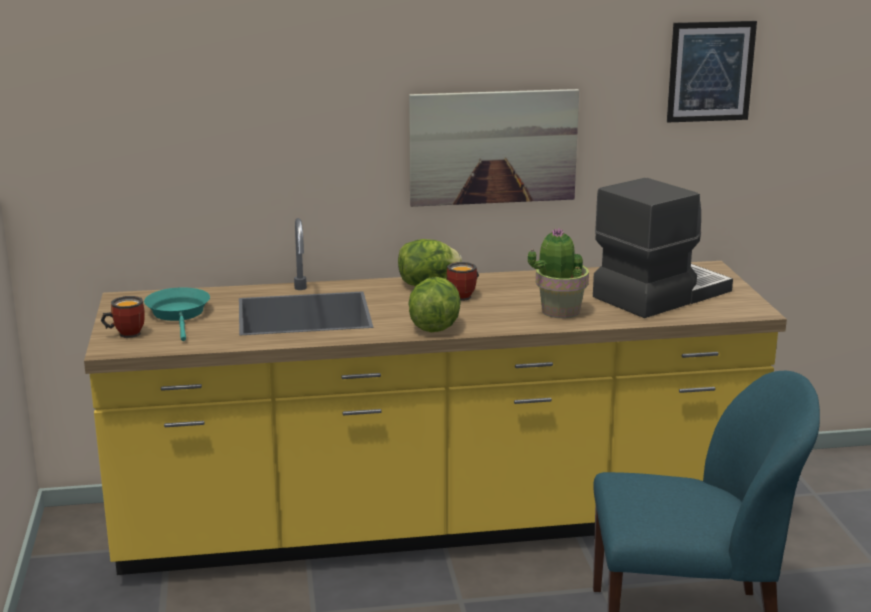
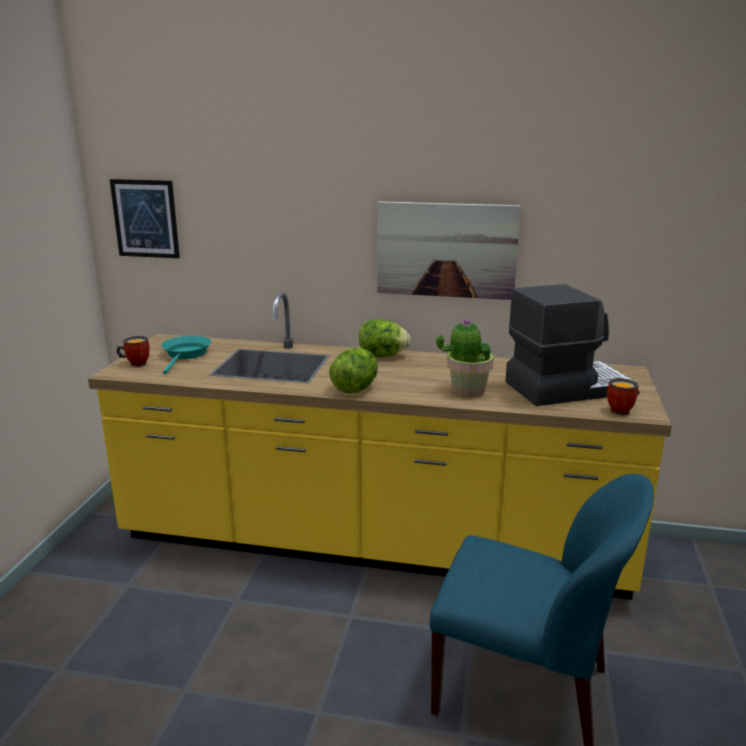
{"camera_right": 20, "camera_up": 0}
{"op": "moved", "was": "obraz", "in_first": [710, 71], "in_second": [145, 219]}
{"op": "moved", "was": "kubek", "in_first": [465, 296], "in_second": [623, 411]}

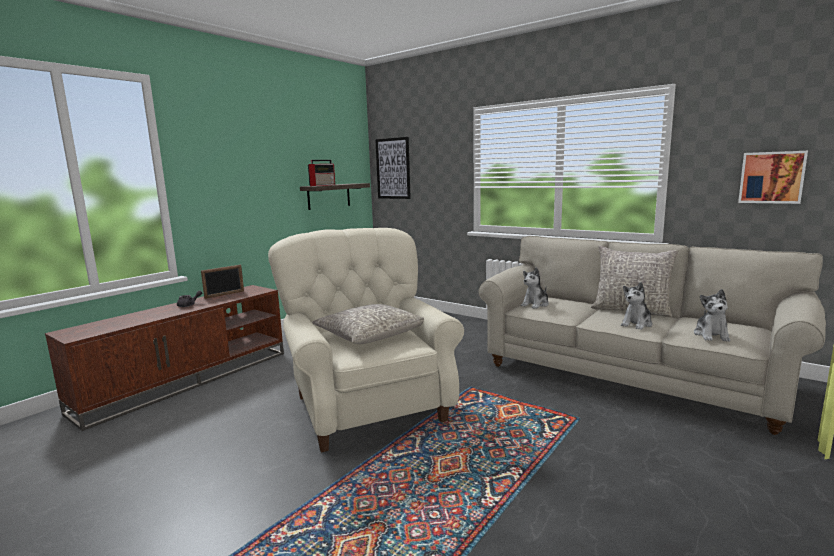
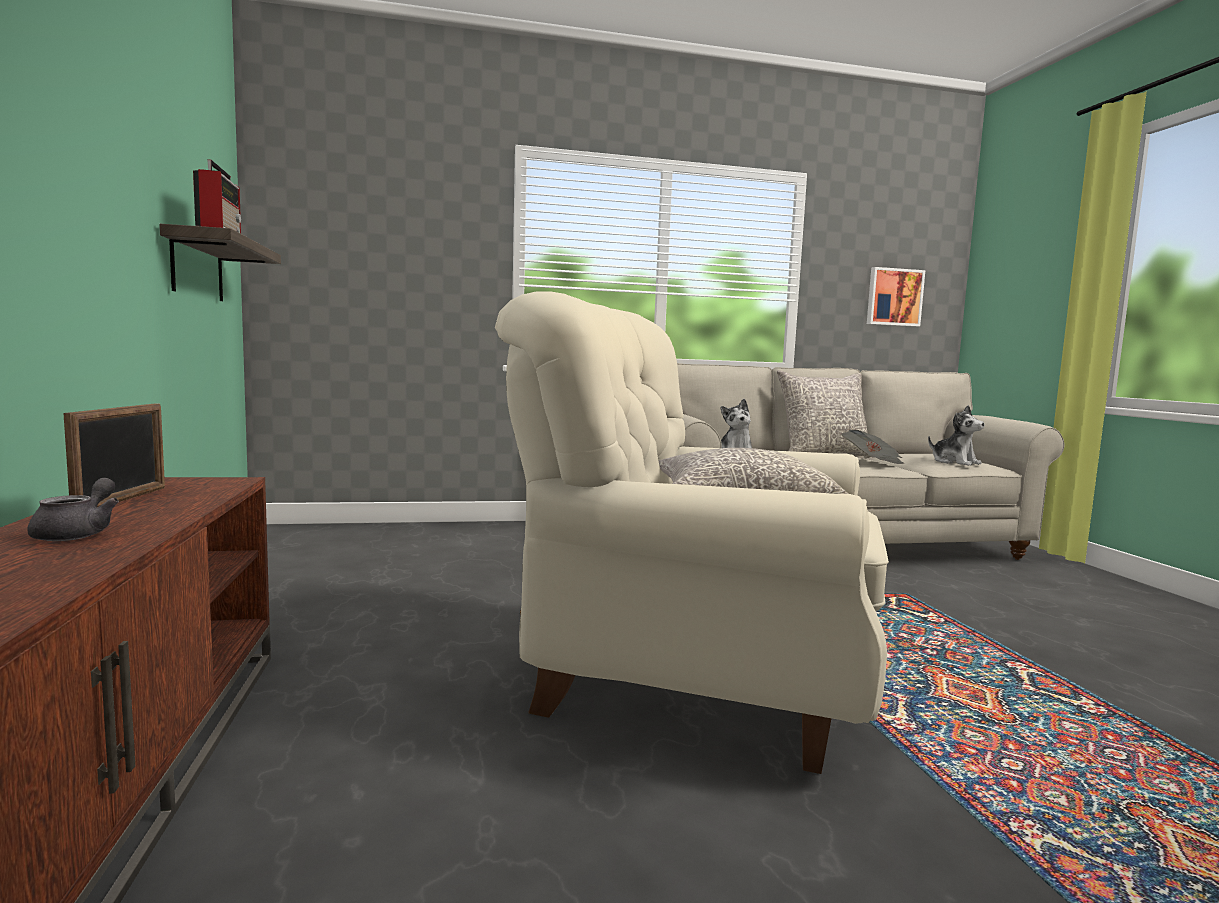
{"camera_right": -50, "camera_up": -5}
{"op": "removed", "was": "obraz", "in_first": [393, 168]}
{"op": "replaced", "was": "pluszak", "now": "gazeta", "in_first": [636, 324], "in_second": [873, 464]}

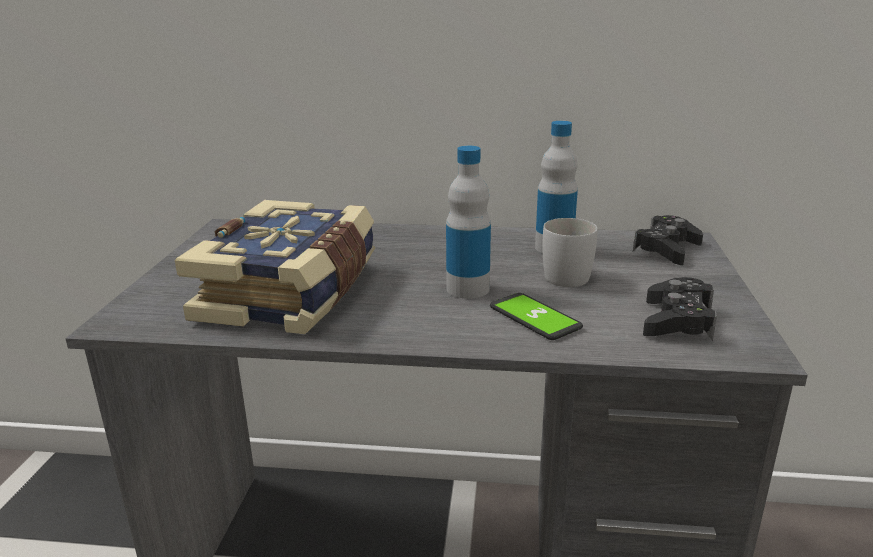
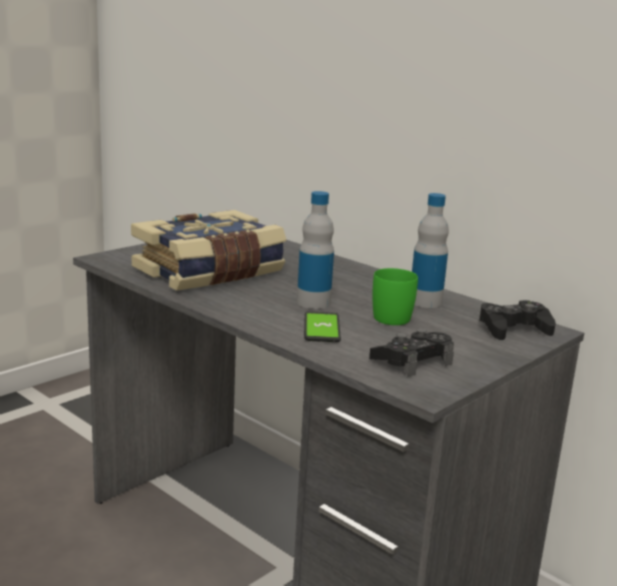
{"camera_right": 35, "camera_up": -5}
{"op": "recoloured", "was": "kubek (biały)", "now": "kubek (zielony)", "in_first": [564, 274], "in_second": [396, 316]}

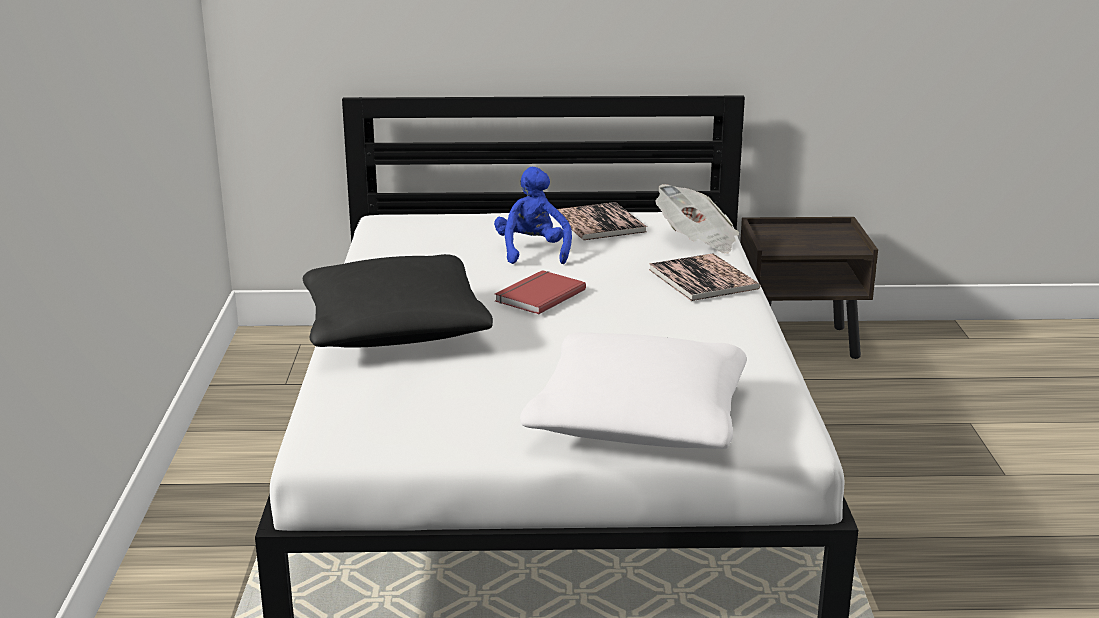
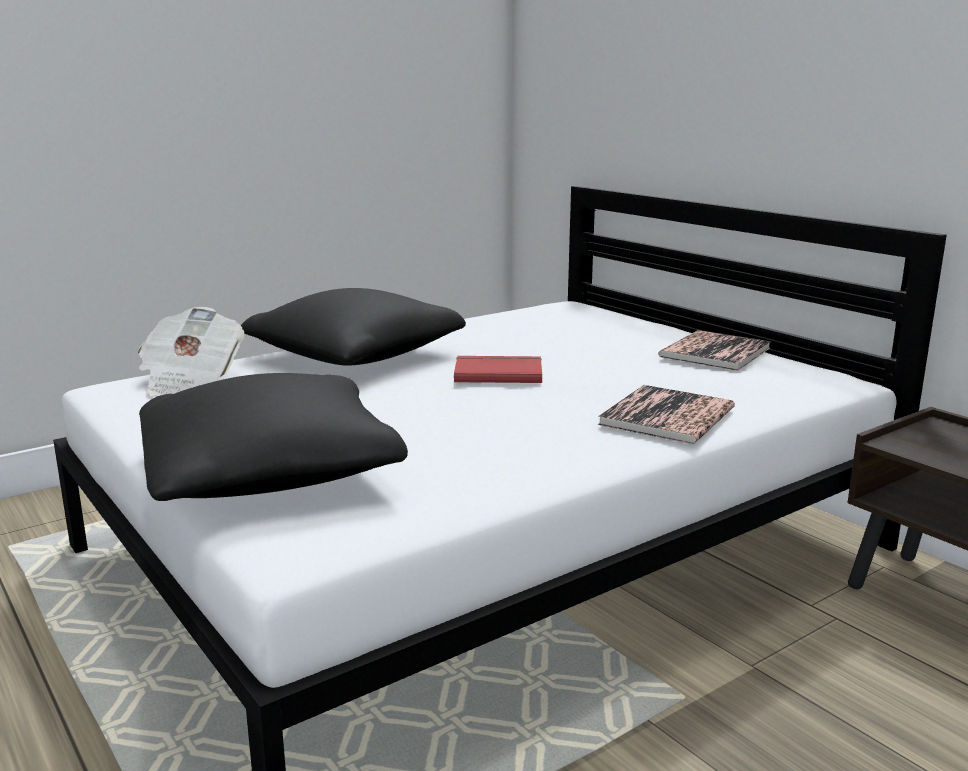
{"camera_right": 55, "camera_up": -5}
{"op": "removed", "was": "pluszak (niebieski)", "in_first": [533, 252]}
{"op": "moved", "was": "gazeta", "in_first": [697, 241], "in_second": [190, 380]}
{"op": "recoloured", "was": "poduszka (biały)", "now": "poduszka (czarny)", "in_first": [639, 420], "in_second": [270, 472]}

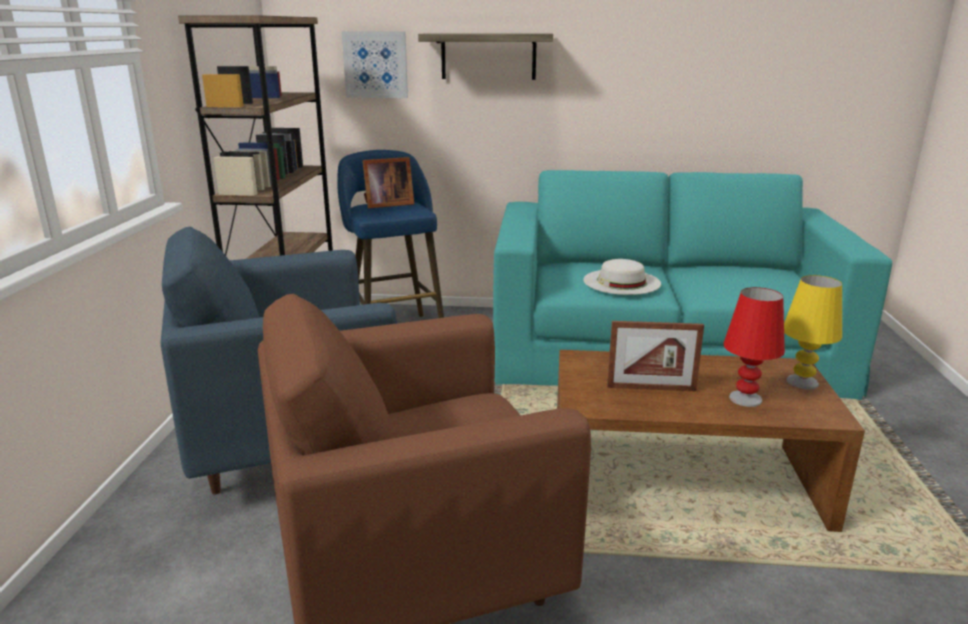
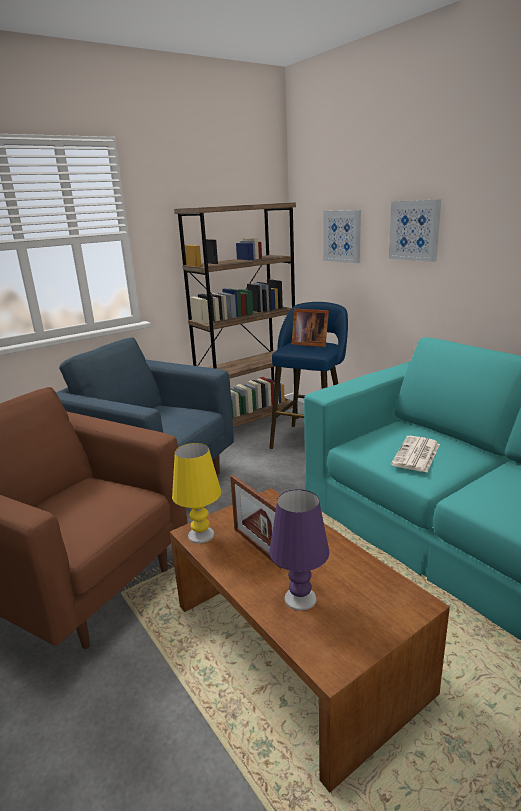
{"camera_right": 50, "camera_up": 0}
{"op": "replaced", "was": "półka", "now": "obraz", "in_first": [488, 56], "in_second": [414, 230]}
{"op": "replaced", "was": "kapelusz (biały)", "now": "gazeta", "in_first": [621, 282], "in_second": [416, 455]}
{"op": "moved", "was": "lampa stołowa (żółty)", "in_first": [802, 382], "in_second": [201, 535]}
{"op": "recoloured", "was": "lampa stołowa (czerwony)", "now": "lampa stołowa (fioletowy)", "in_first": [745, 399], "in_second": [300, 598]}

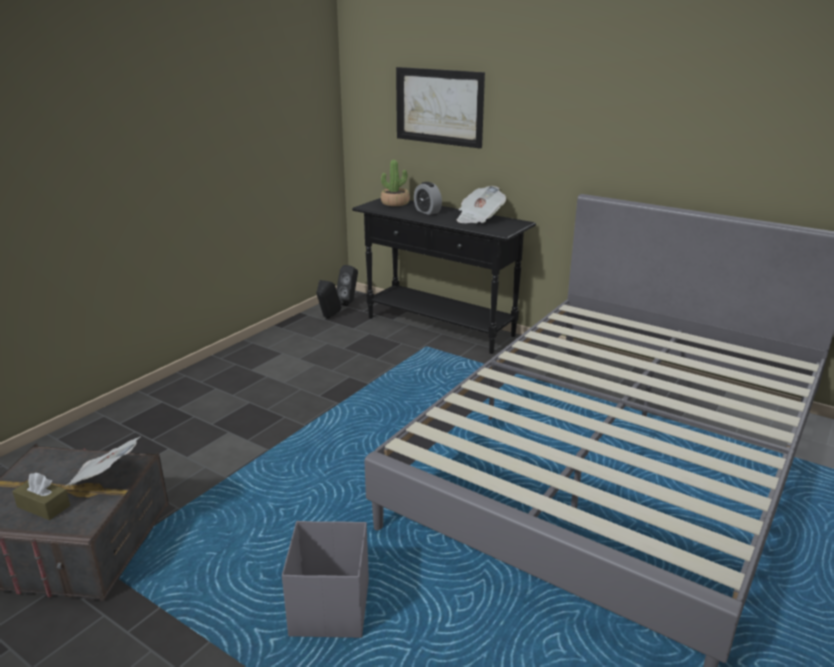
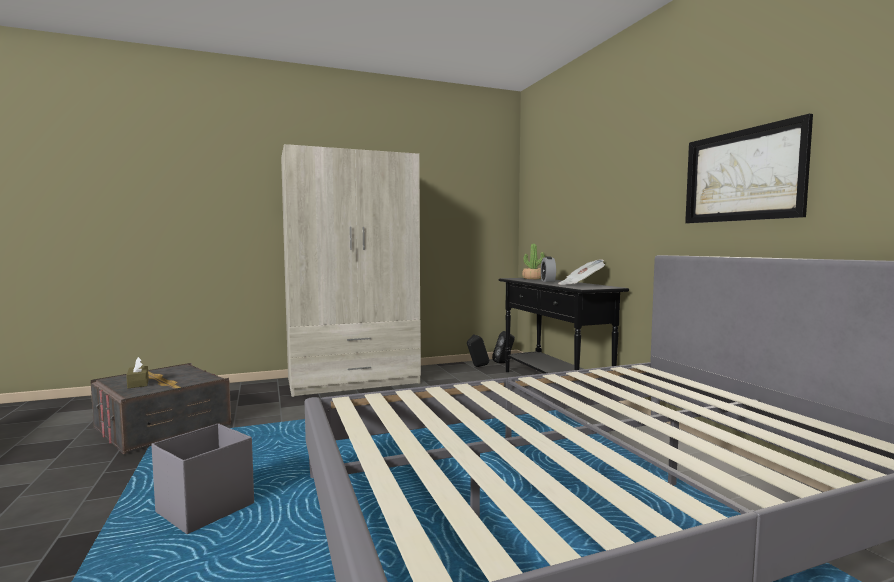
{"camera_right": 35, "camera_up": -20}
{"op": "moved", "was": "obraz", "in_first": [439, 106], "in_second": [742, 175]}
{"op": "removed", "was": "gazeta", "in_first": [107, 477]}
{"op": "added", "now": "szafa (beżowy)", "in_second": [353, 381]}

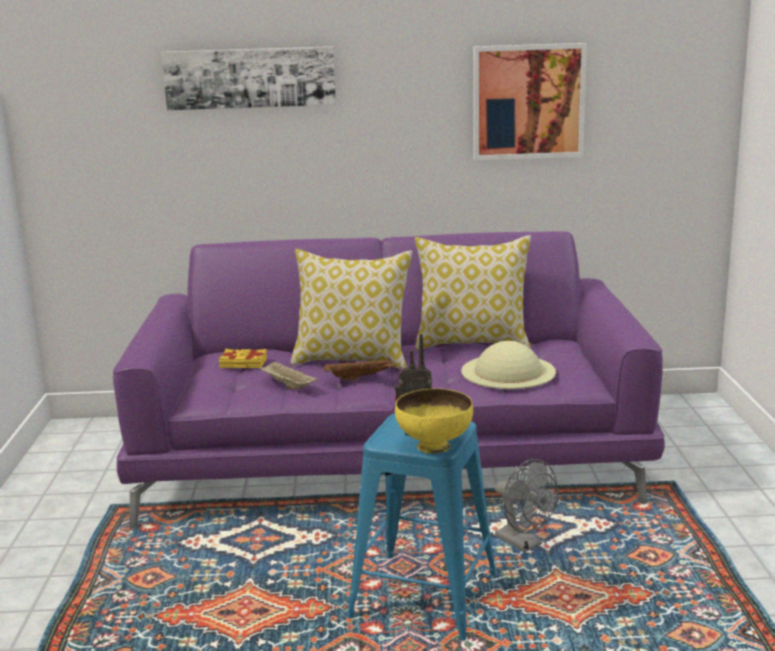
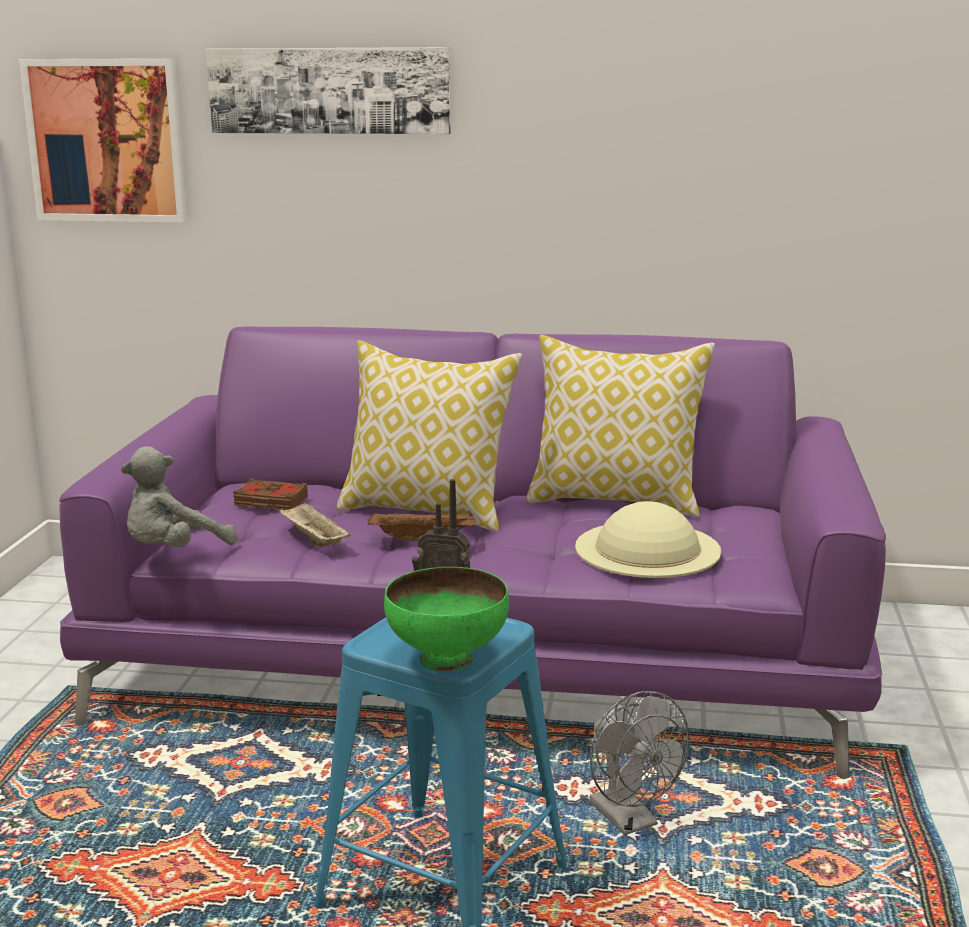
{"camera_right": 10, "camera_up": 0}
{"op": "moved", "was": "obraz", "in_first": [528, 102], "in_second": [107, 140]}
{"op": "recoloured", "was": "książka (żółty)", "now": "książka (brązowy)", "in_first": [243, 363], "in_second": [270, 502]}
{"op": "recoloured", "was": "miska (żółty)", "now": "miska (zielony)", "in_first": [434, 446], "in_second": [447, 660]}
{"op": "added", "now": "pluszak (szary)", "in_second": [174, 551]}

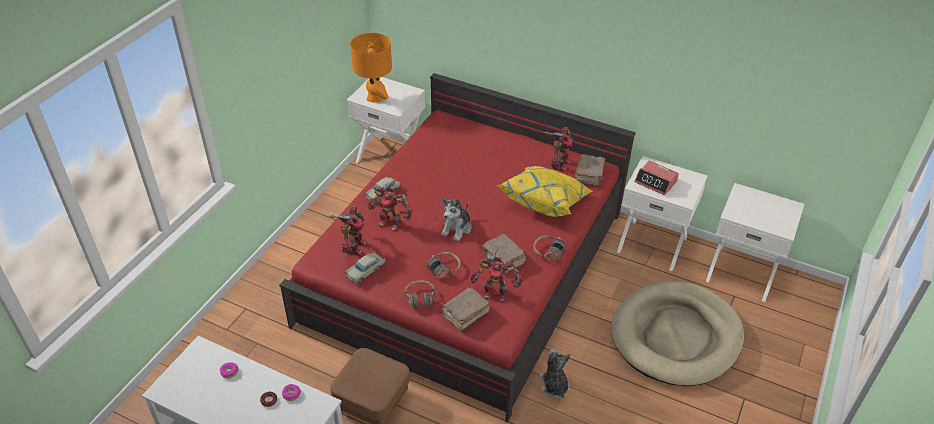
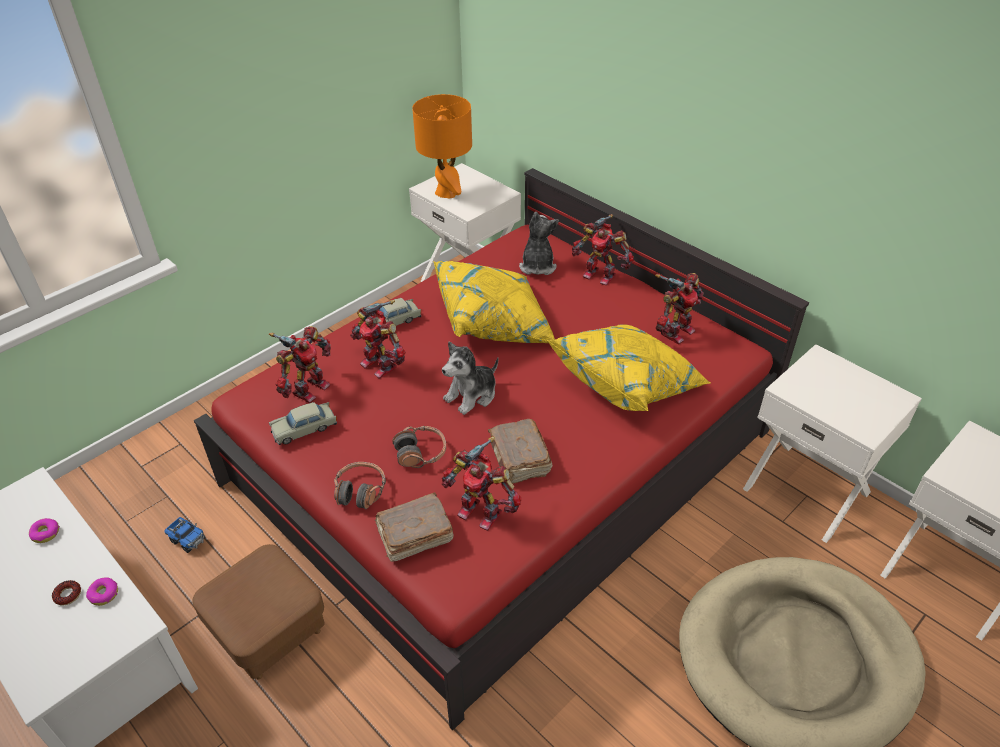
{"camera_right": 20, "camera_up": 0}
{"op": "removed", "was": "książka (brązowy)", "in_first": [590, 175]}
{"op": "removed", "was": "budzik", "in_first": [656, 182]}
{"op": "removed", "was": "słuchawki", "in_first": [548, 251]}
{"op": "moved", "was": "pluszak", "in_first": [554, 386], "in_second": [537, 266]}
{"op": "added", "now": "robot zabawkowy", "in_second": [600, 274]}
{"op": "added", "now": "poduszka (żółty)", "in_second": [495, 323]}
{"op": "added", "now": "ciężarówka zabawkowa", "in_second": [187, 540]}

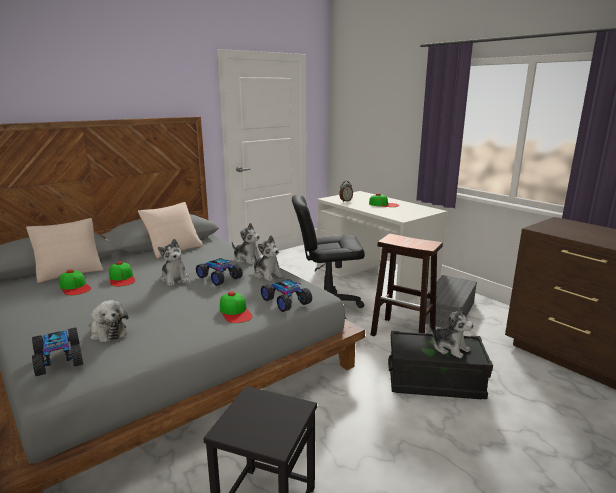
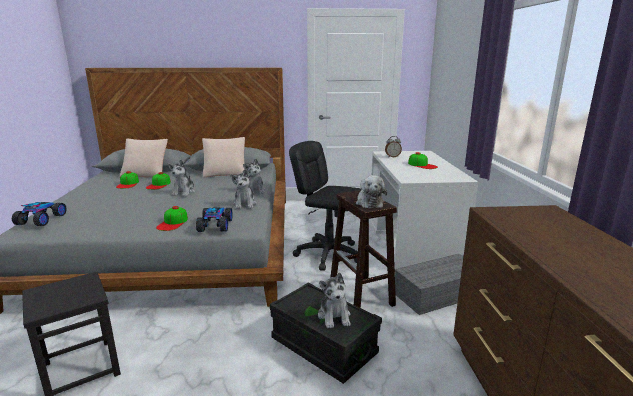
{"camera_right": 35, "camera_up": 0}
{"op": "removed", "was": "samochodzik", "in_first": [220, 277]}
{"op": "moved", "was": "pluszak", "in_first": [107, 332], "in_second": [369, 202]}

